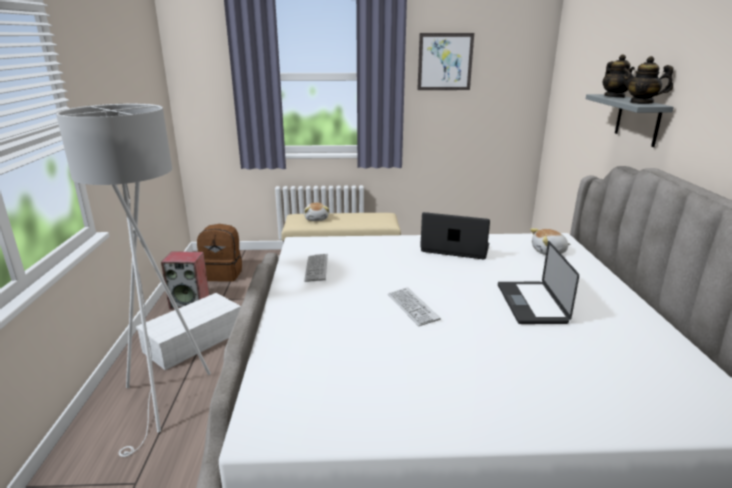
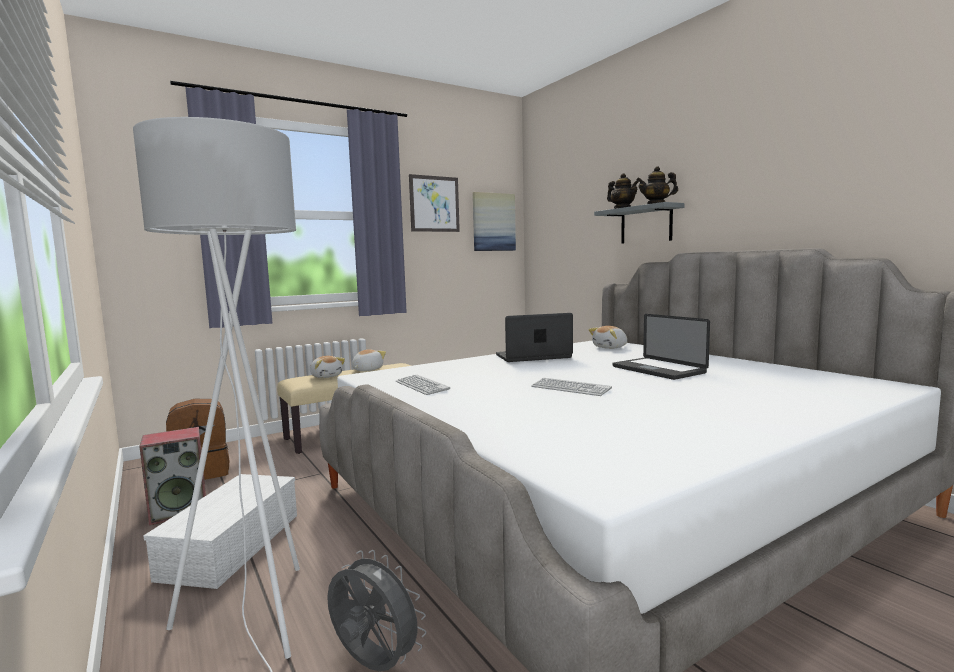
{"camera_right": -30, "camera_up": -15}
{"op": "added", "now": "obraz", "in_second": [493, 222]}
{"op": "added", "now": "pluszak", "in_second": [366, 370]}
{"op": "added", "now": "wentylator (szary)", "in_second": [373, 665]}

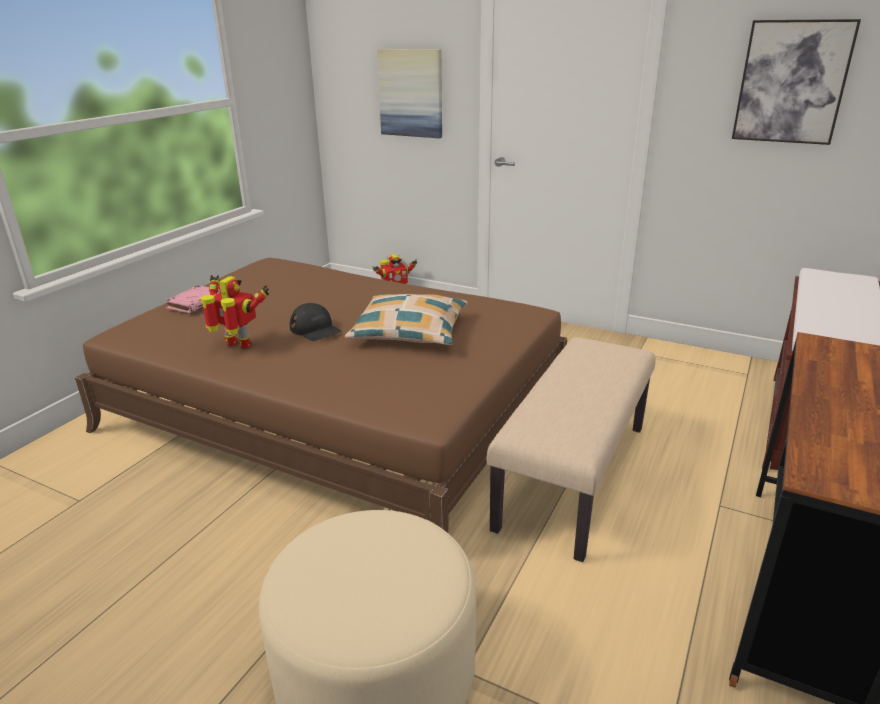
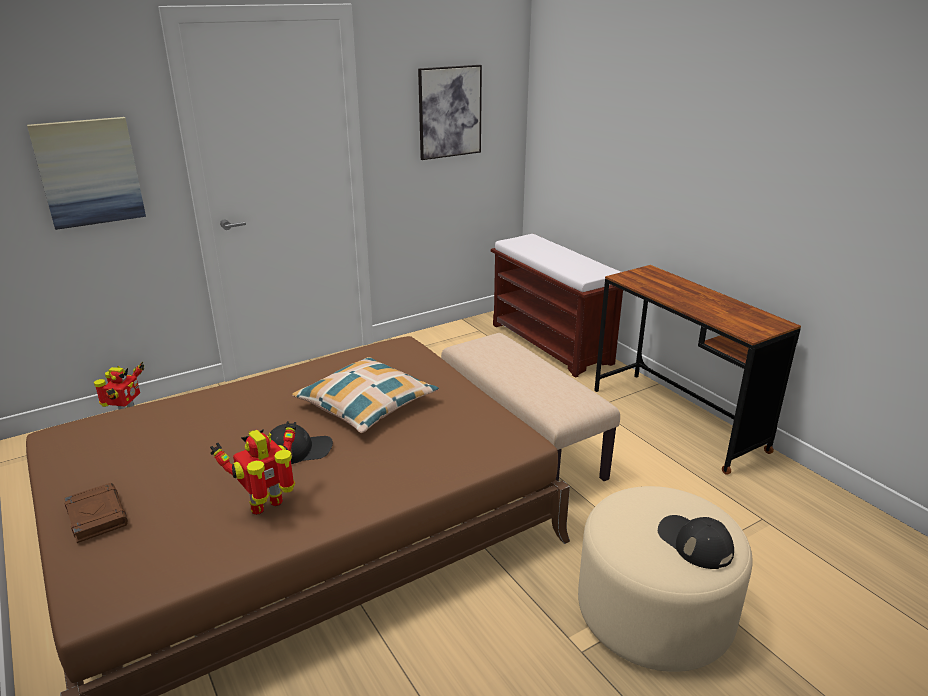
{"camera_right": -60, "camera_up": 0}
{"op": "recoloured", "was": "książka (różowy)", "now": "książka (brązowy)", "in_first": [195, 302], "in_second": [96, 515]}
{"op": "added", "now": "czapka z daszkiem (czarny)", "in_second": [694, 543]}

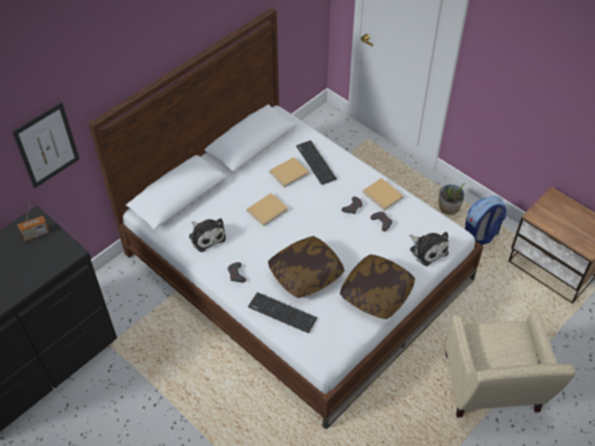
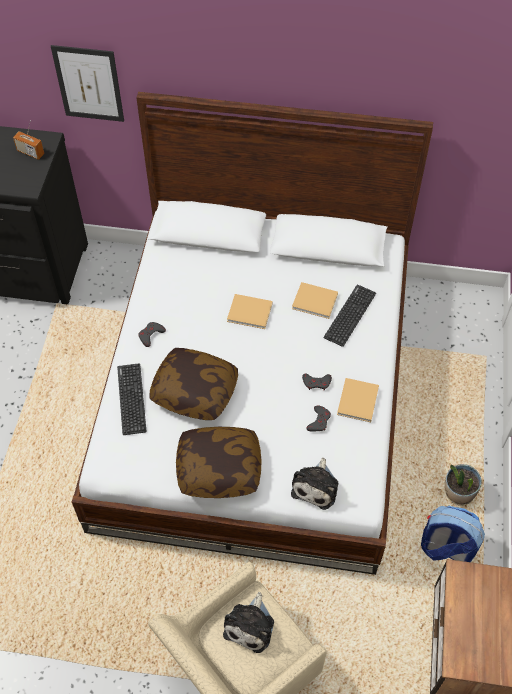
{"camera_right": 55, "camera_up": 5}
{"op": "moved", "was": "pluszak", "in_first": [206, 236], "in_second": [250, 625]}

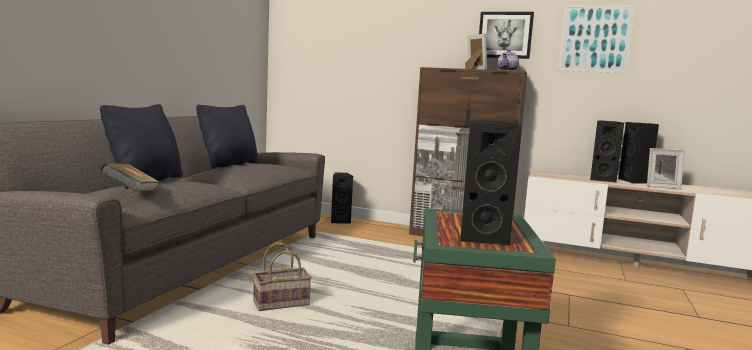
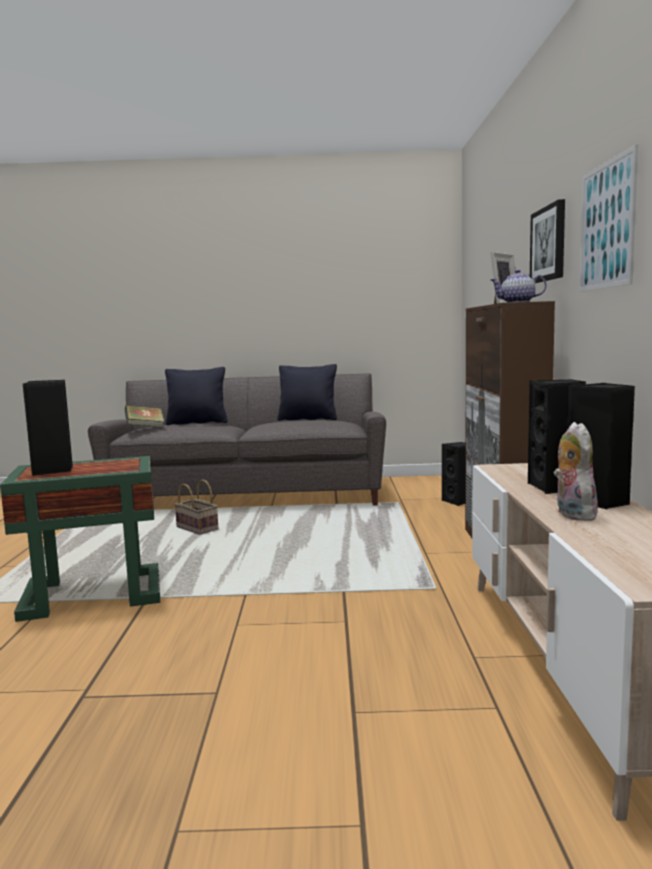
{"camera_right": 70, "camera_up": 0}
{"op": "replaced", "was": "ramka na zdjęcie", "now": "pluszak", "in_first": [661, 187], "in_second": [572, 514]}

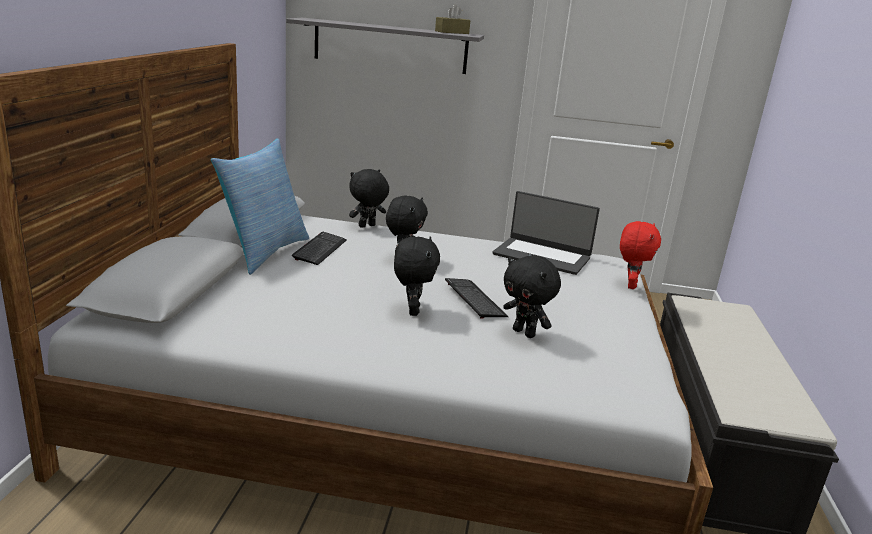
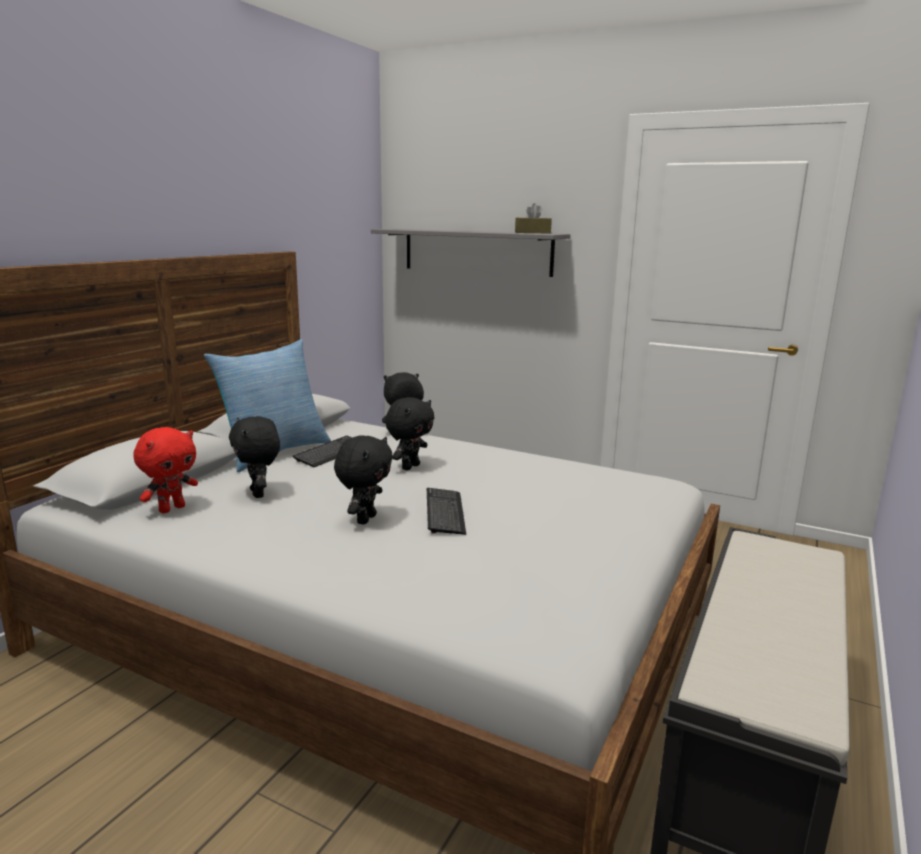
{"camera_right": 20, "camera_up": -5}
{"op": "removed", "was": "laptop", "in_first": [542, 256]}
{"op": "moved", "was": "pluszak (czerwony)", "in_first": [630, 285], "in_second": [171, 509]}
{"op": "moved", "was": "pluszak (czarny)", "in_first": [525, 333], "in_second": [259, 494]}

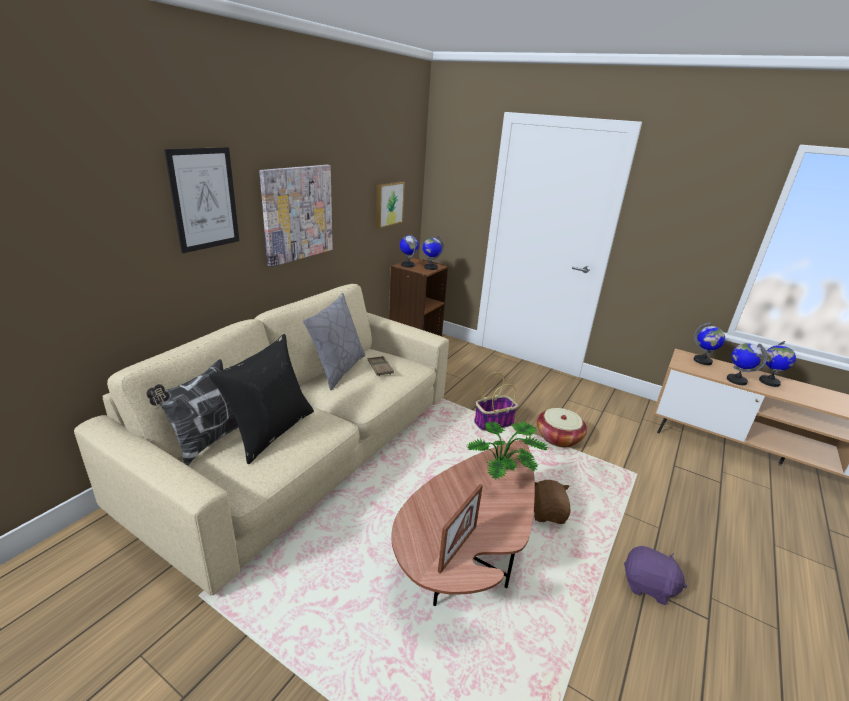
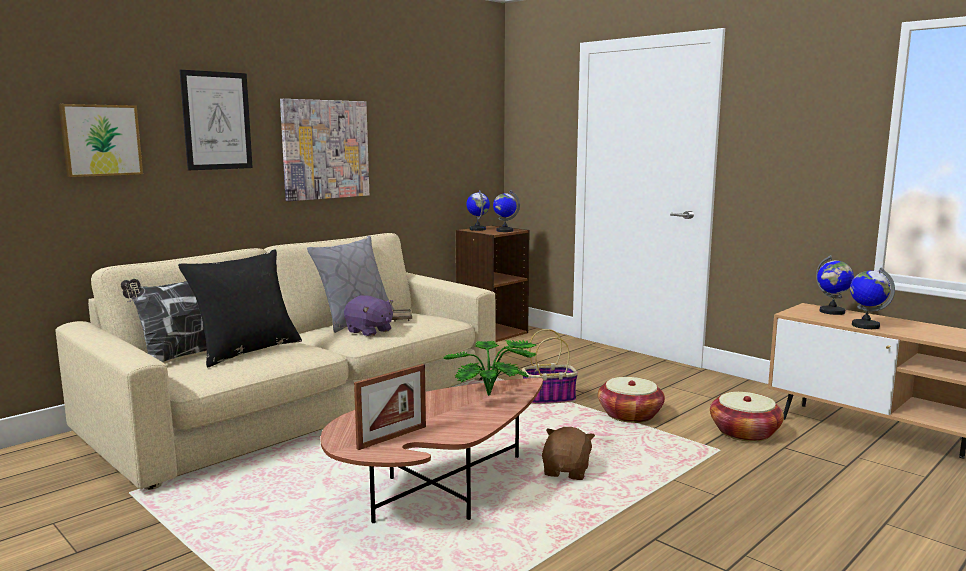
{"camera_right": 15, "camera_up": -15}
{"op": "moved", "was": "obraz", "in_first": [388, 204], "in_second": [101, 140]}
{"op": "removed", "was": "globus", "in_first": [769, 382]}
{"op": "moved", "was": "pluszak (fioletowy)", "in_first": [648, 586], "in_second": [369, 331]}
{"op": "added", "now": "koszyk", "in_second": [744, 433]}

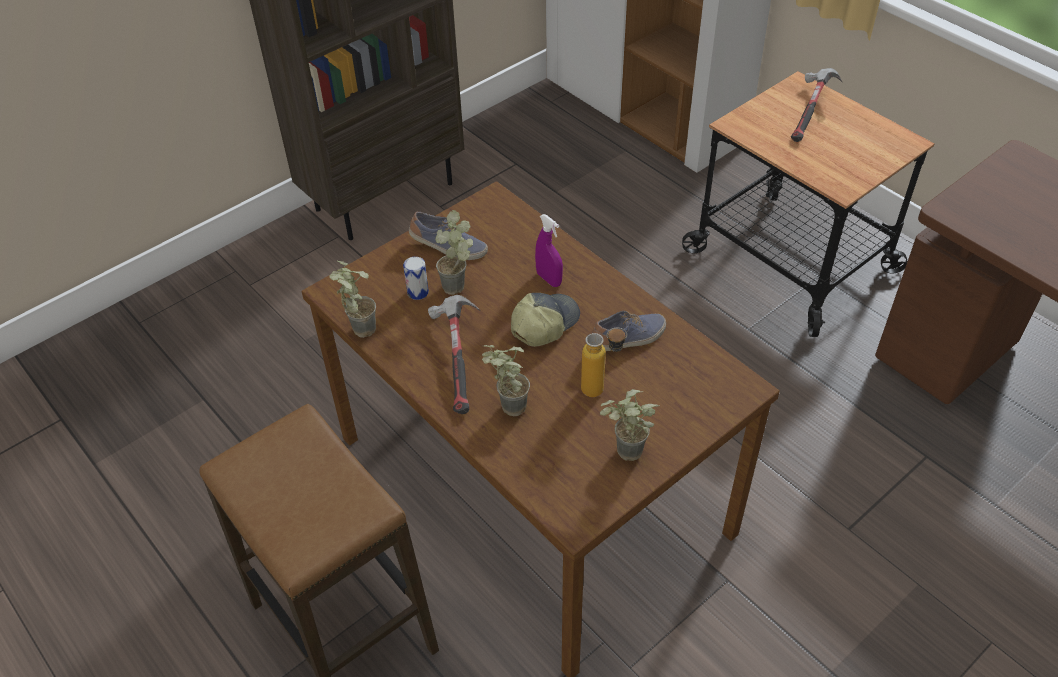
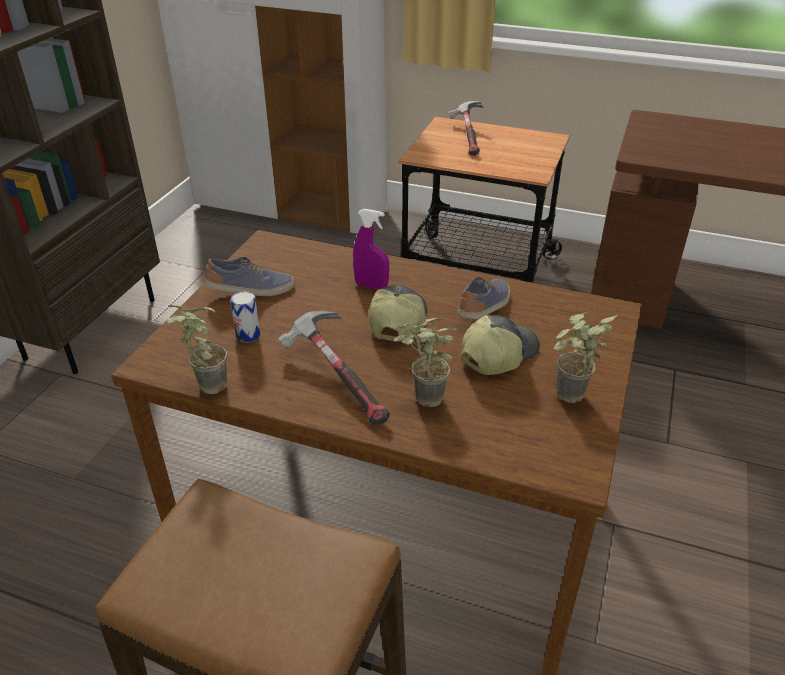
{"camera_right": -30, "camera_up": -10}
{"op": "removed", "was": "roślina doniczkowa", "in_first": [460, 289]}
{"op": "replaced", "was": "butelka", "now": "czapka z daszkiem", "in_first": [601, 389], "in_second": [498, 354]}

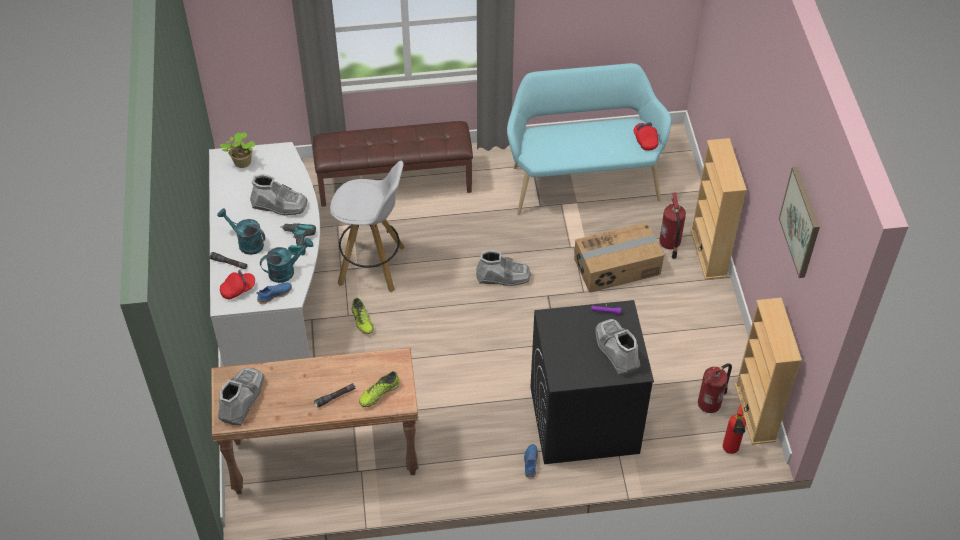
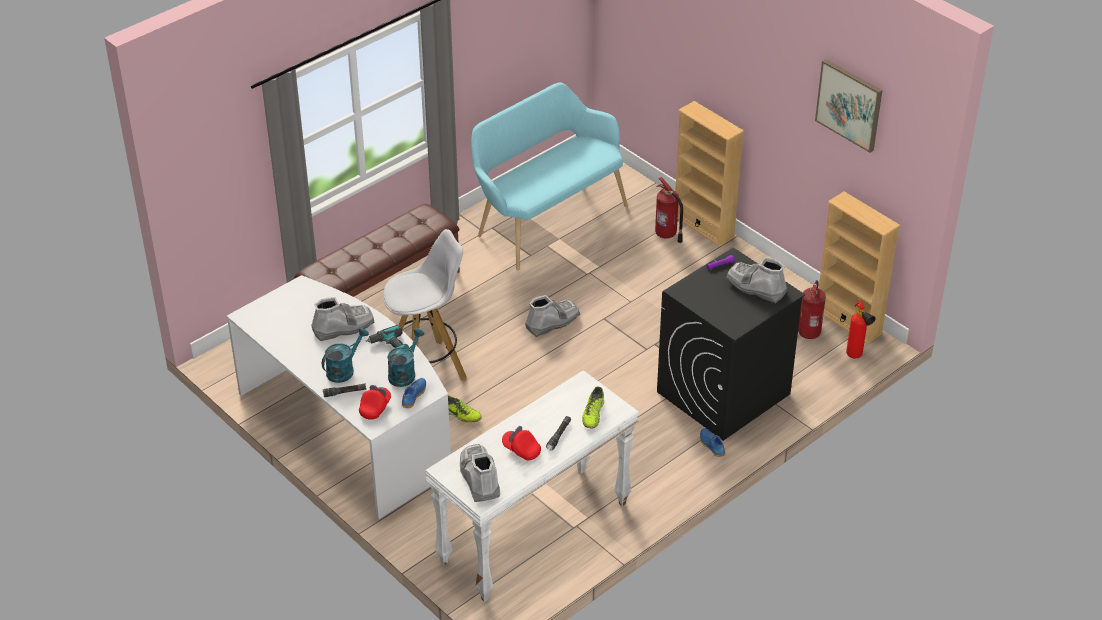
{"camera_right": -35, "camera_up": -10}
{"op": "moved", "was": "czapka z daszkiem (czerwony)", "in_first": [645, 140], "in_second": [521, 450]}
{"op": "removed", "was": "roślina doniczkowa", "in_first": [241, 163]}
{"op": "turned", "was": "konewka (turkusowy)", "in_first": [246, 243], "in_second": [344, 370], "clockwise": 135}
{"op": "removed", "was": "karton", "in_first": [617, 267]}
{"op": "recoloured", "was": "stolik konsolowy (brązowy)", "now": "stolik konsolowy (biały)", "in_first": [324, 459], "in_second": [535, 534]}

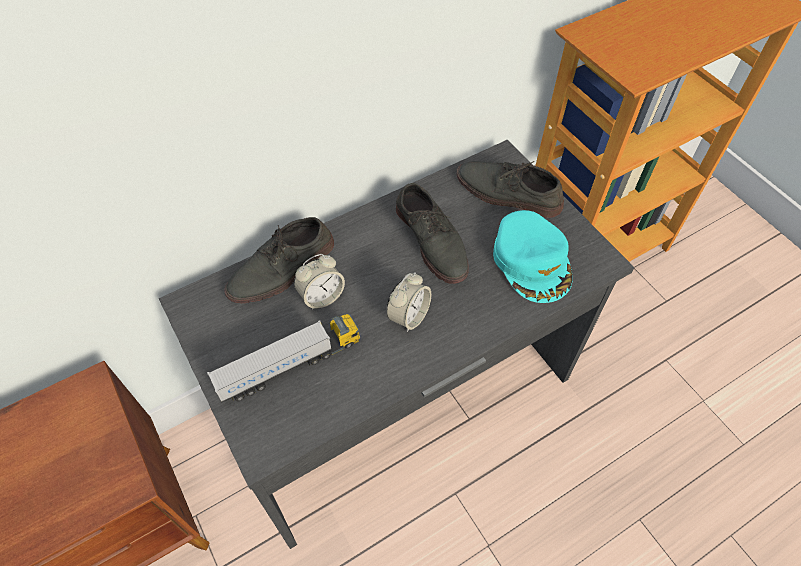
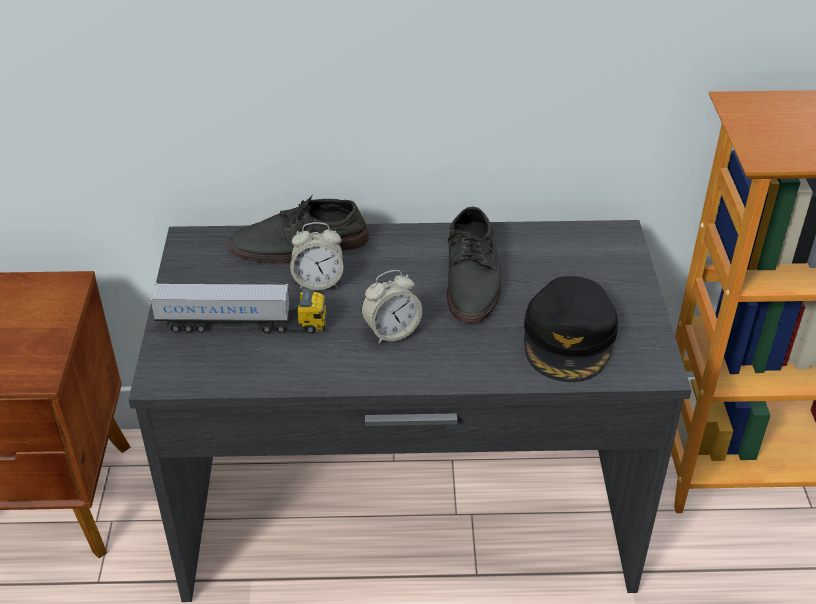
{"camera_right": 30, "camera_up": -15}
{"op": "removed", "was": "but (szary)", "in_first": [507, 193]}
{"op": "recoloured", "was": "czapka z daszkiem (turkusowy)", "now": "czapka z daszkiem (czarny)", "in_first": [532, 261], "in_second": [569, 338]}

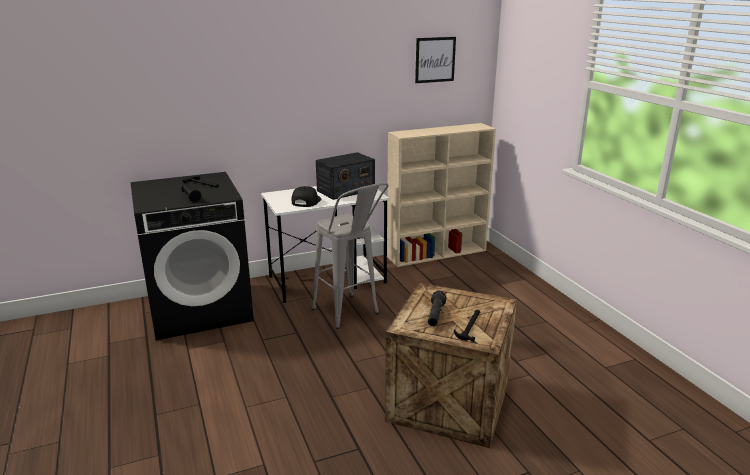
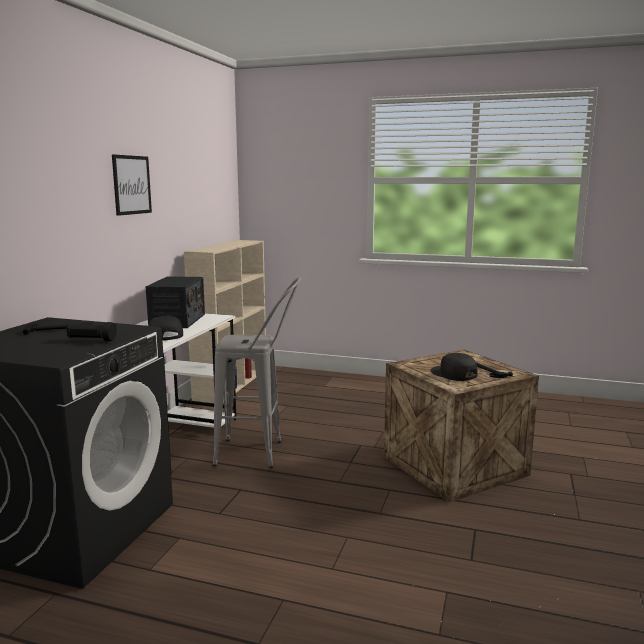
{"camera_right": -50, "camera_up": -10}
{"op": "moved", "was": "obraz", "in_first": [435, 59], "in_second": [131, 185]}
{"op": "replaced", "was": "latarka (czarny)", "now": "czapka z daszkiem (czarny)", "in_first": [435, 315], "in_second": [453, 374]}

